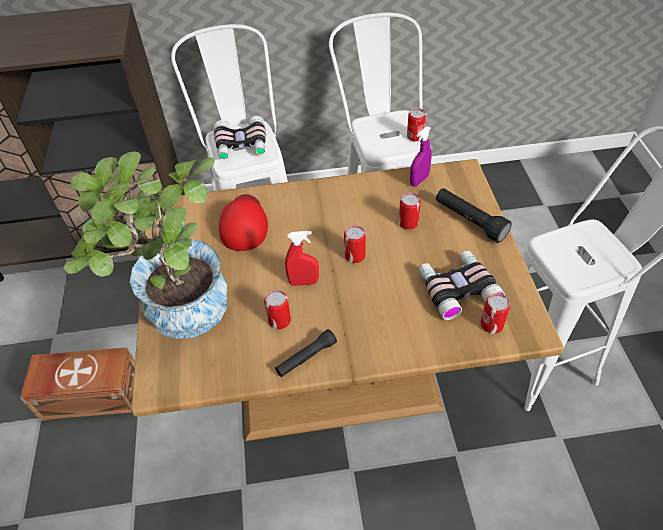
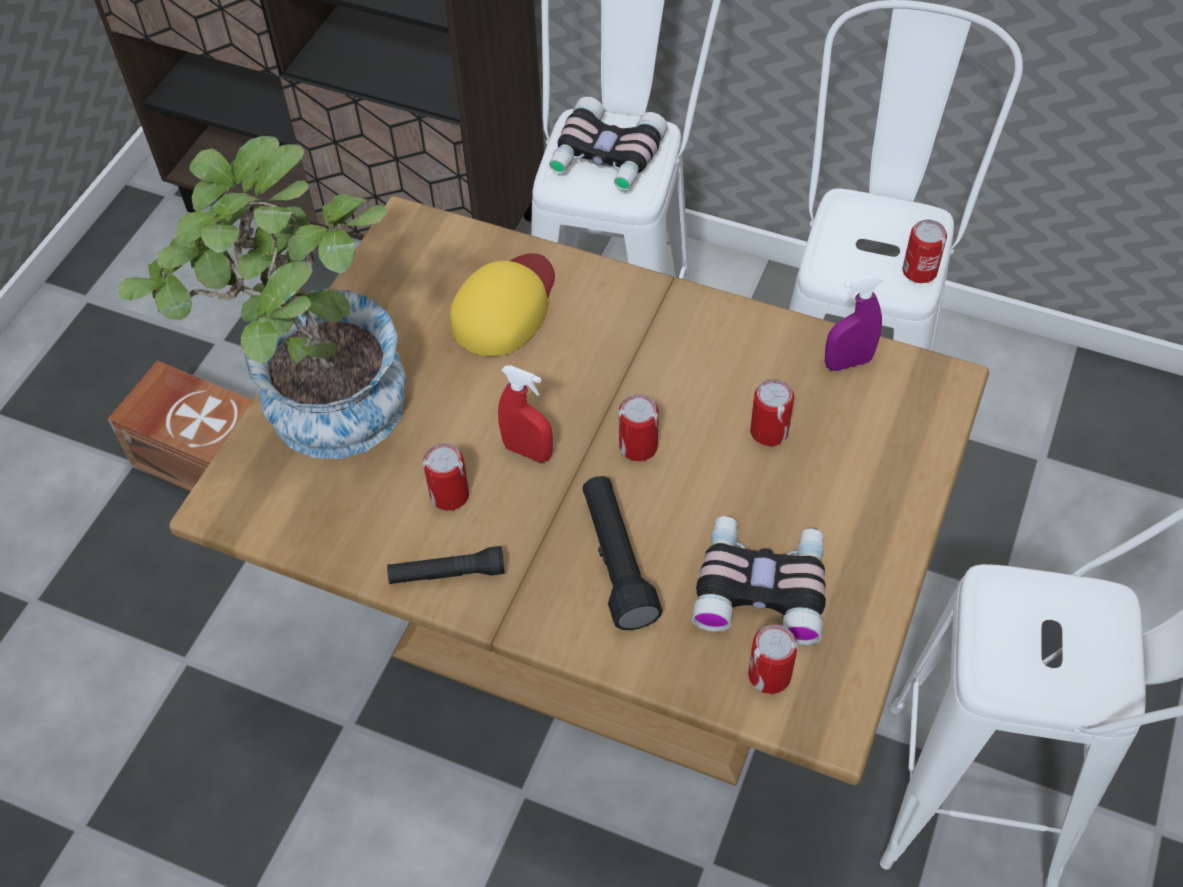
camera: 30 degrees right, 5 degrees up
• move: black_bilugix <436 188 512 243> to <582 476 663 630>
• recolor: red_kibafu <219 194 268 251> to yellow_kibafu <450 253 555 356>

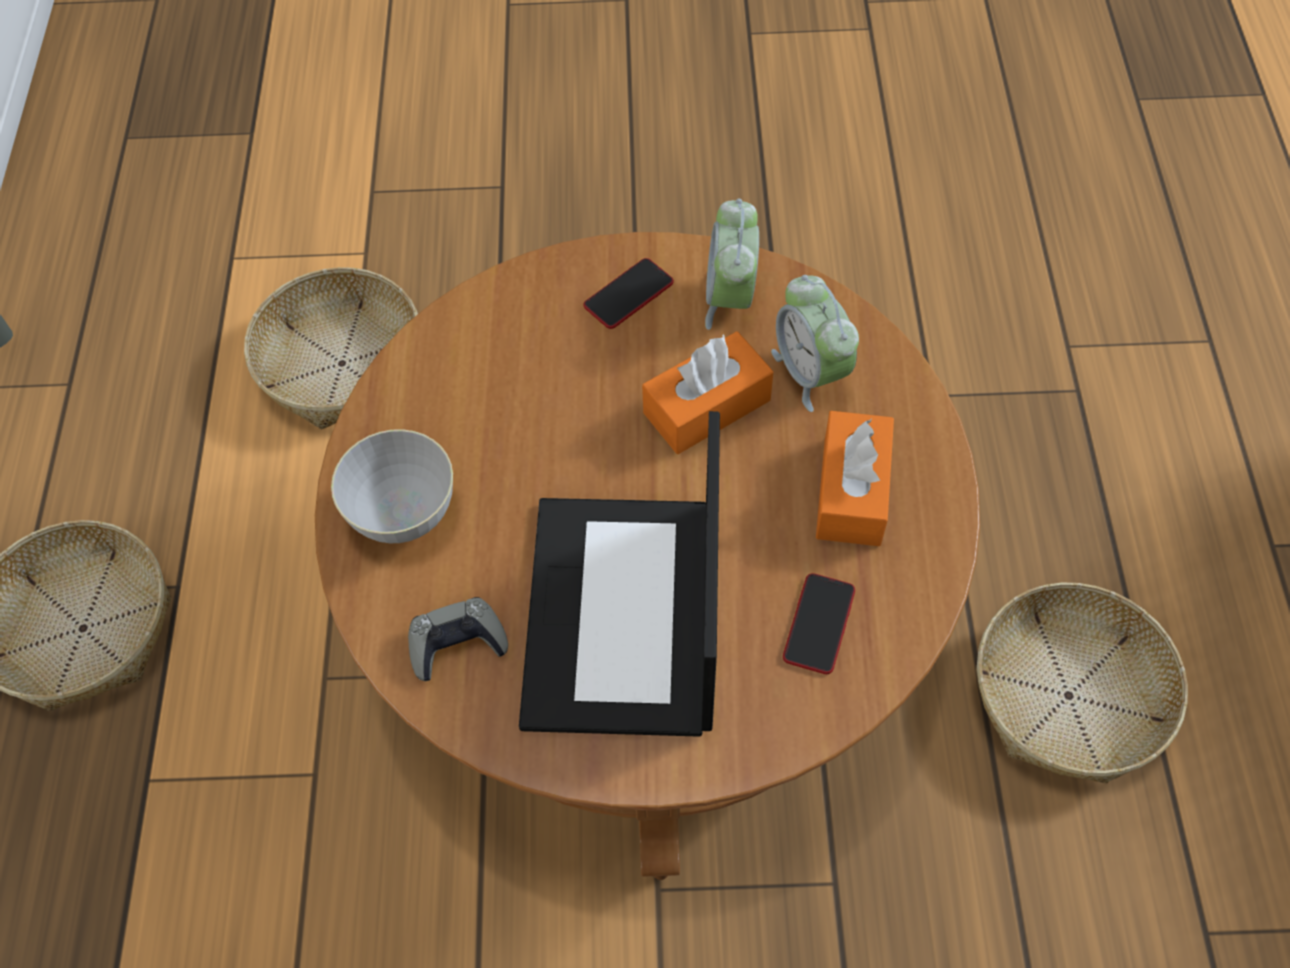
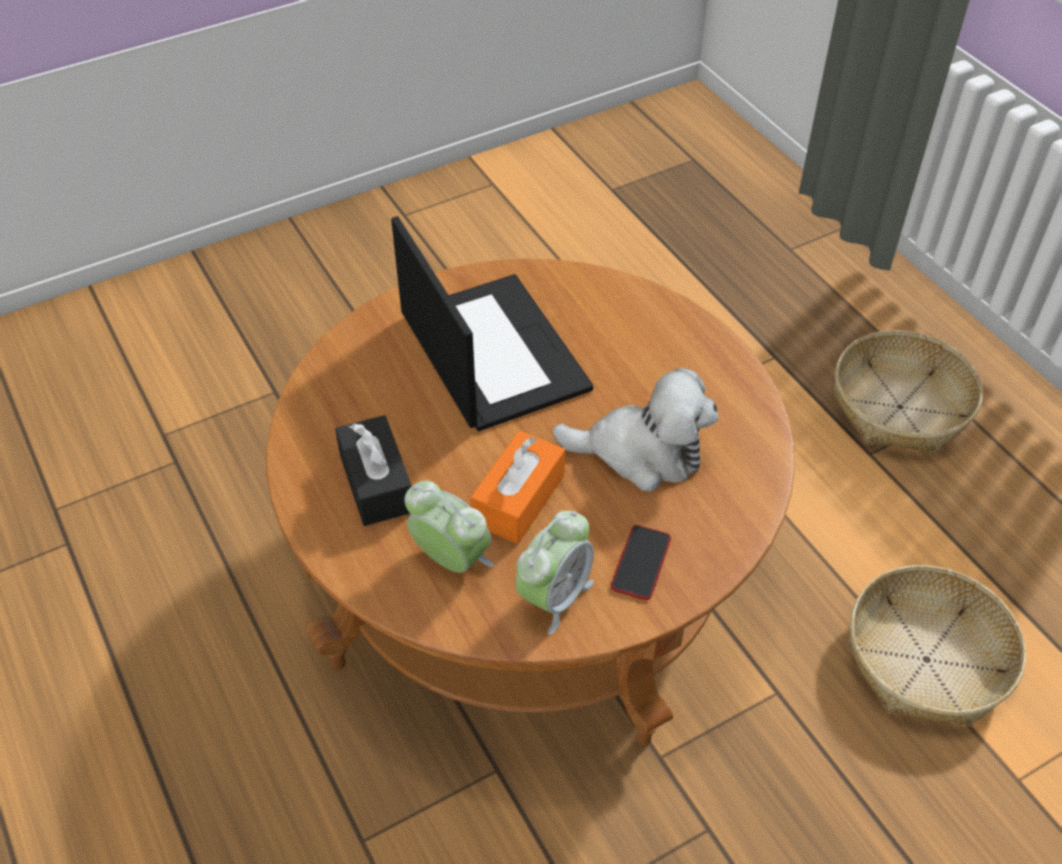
camera: 150 degrees right, 10 degrees down
• delete: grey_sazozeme <331 429 453 543>
• delete: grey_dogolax <408 597 508 681>
• delete: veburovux <783 573 855 674>
• delete: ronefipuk <976 583 1188 783>
• insert: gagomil <552 368 718 492>
• recolor: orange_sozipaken <816 411 894 546> to black_sozipaken <335 415 412 526>
• rotate: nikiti <705 199 759 330> = <516 511 594 635> 60 degrees clockwise

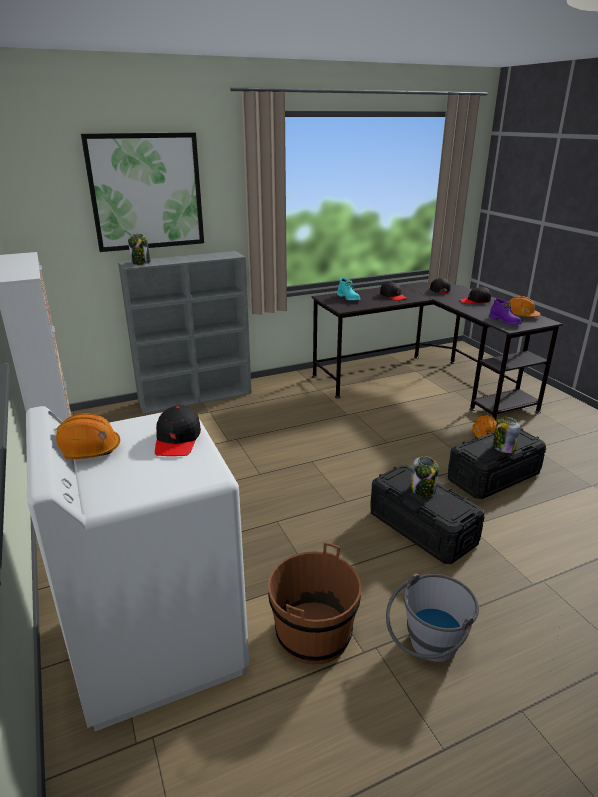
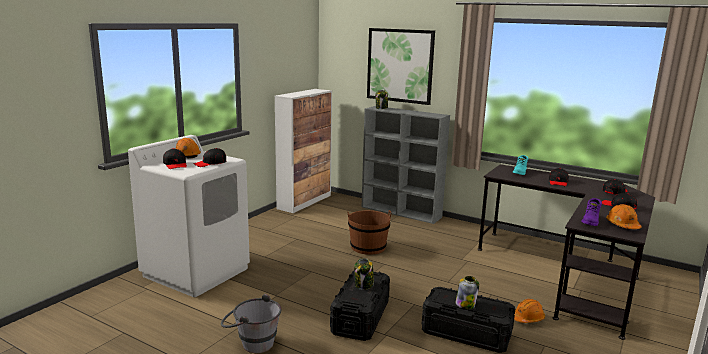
camera: 55 degrees right, 10 degrees down
• insert: black_kibafu <163 148 187 169>
• move: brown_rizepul <268 542 361 664> to <348 210 391 255>

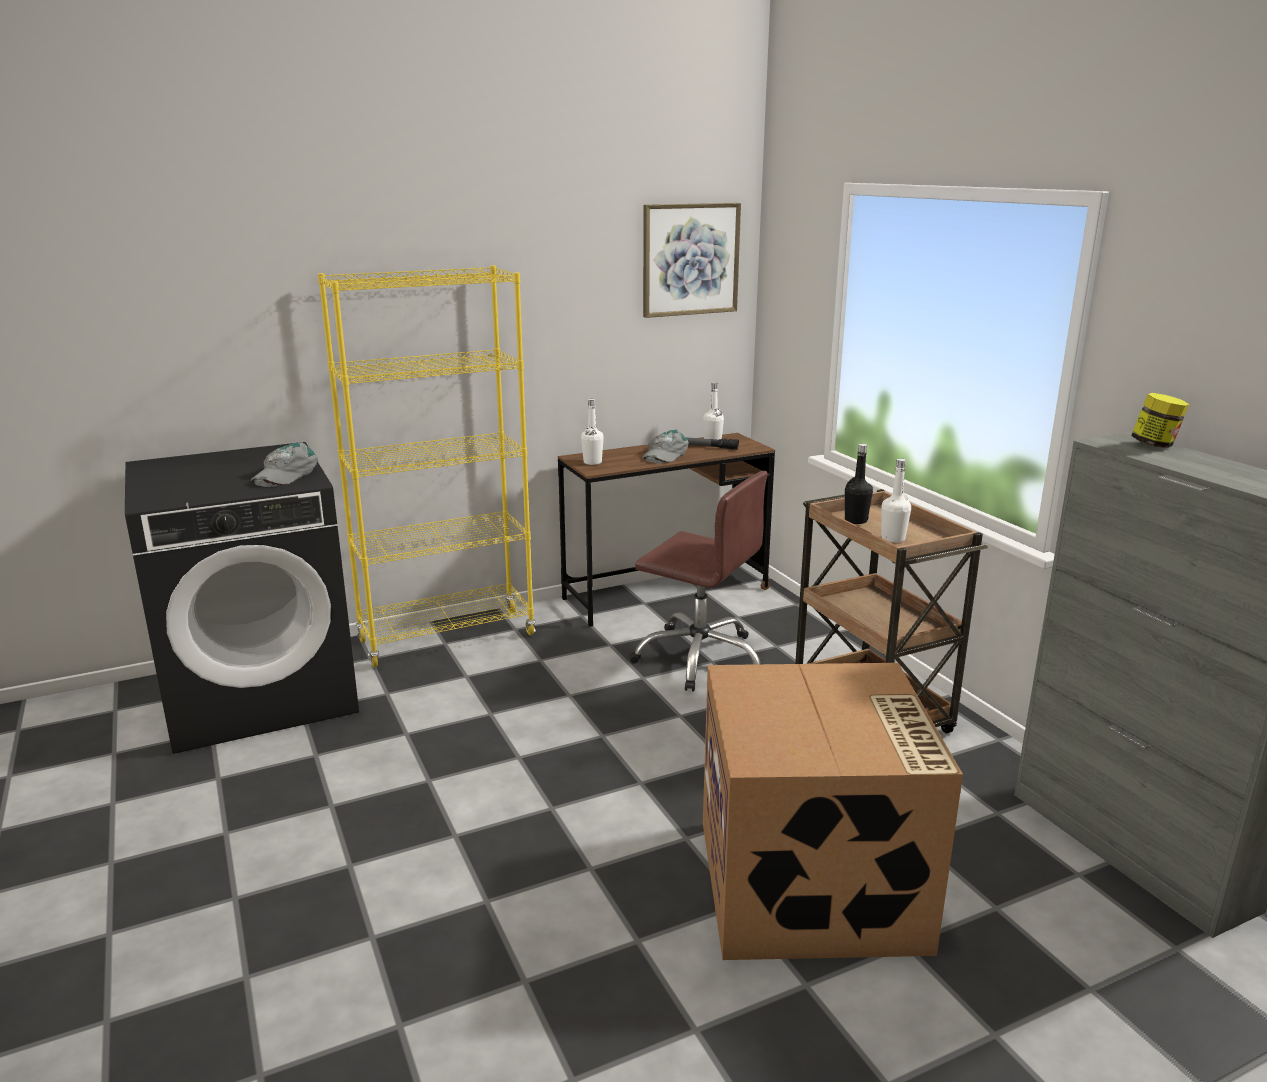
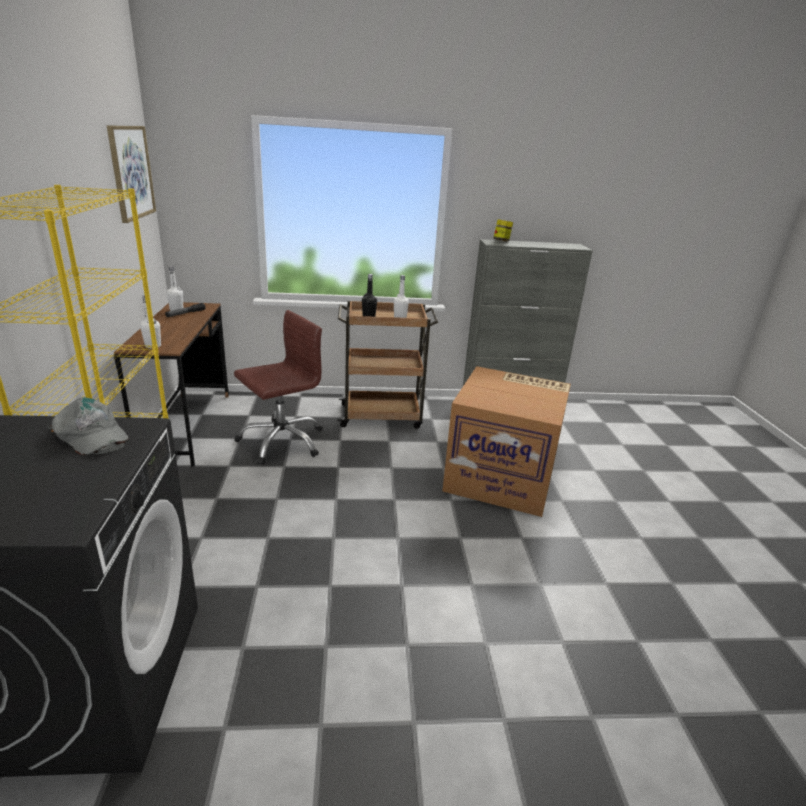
camera: 70 degrees left, 5 degrees up
• delete: grey_kibafu <642 430 689 463>

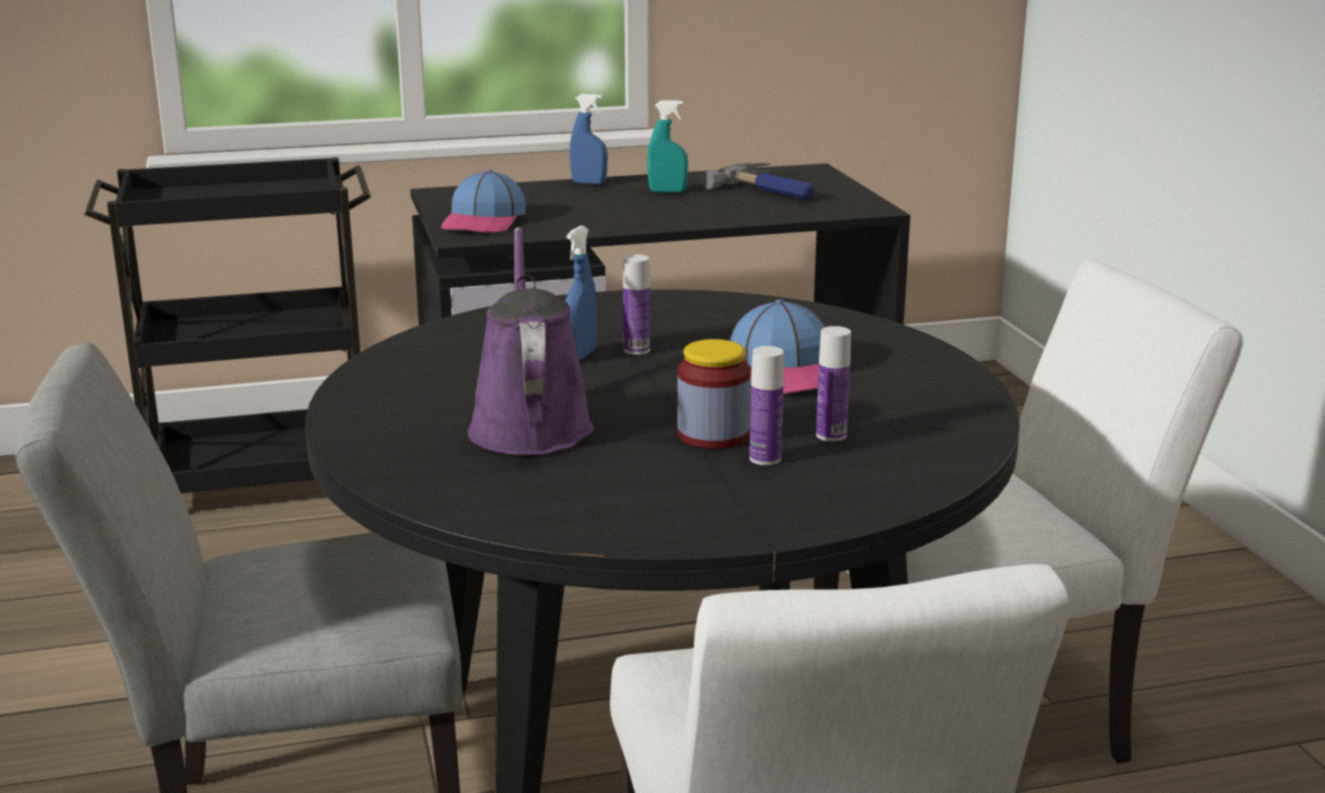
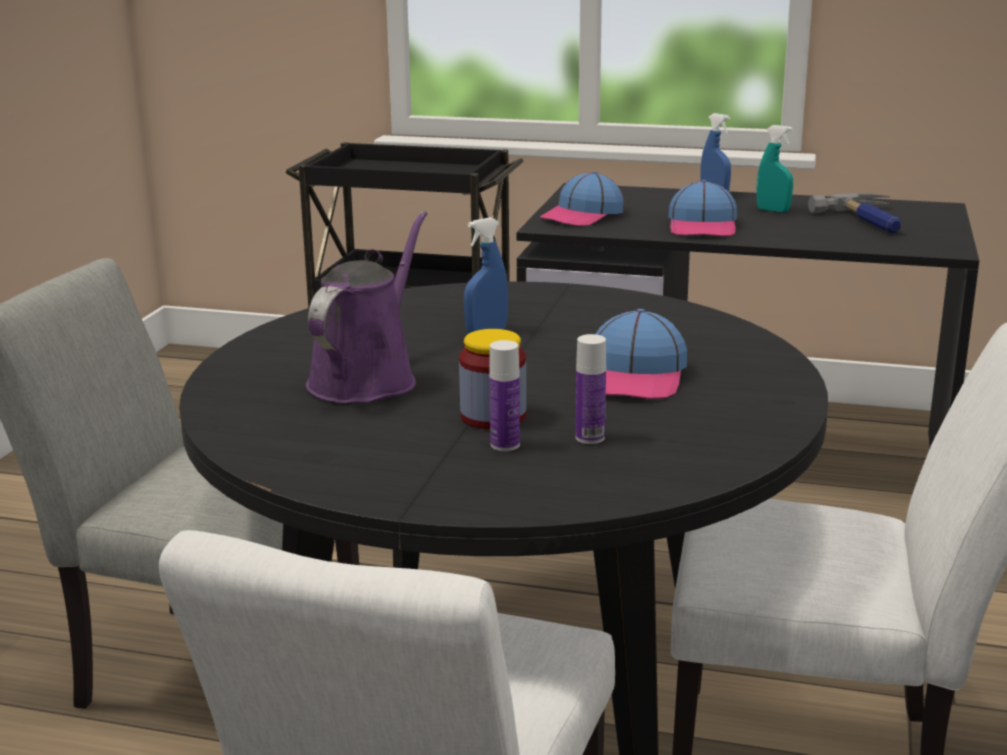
camera: 30 degrees right, 0 degrees up
• delete: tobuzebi <623 254 650 355>
• insert: kibafu <668 180 737 236>

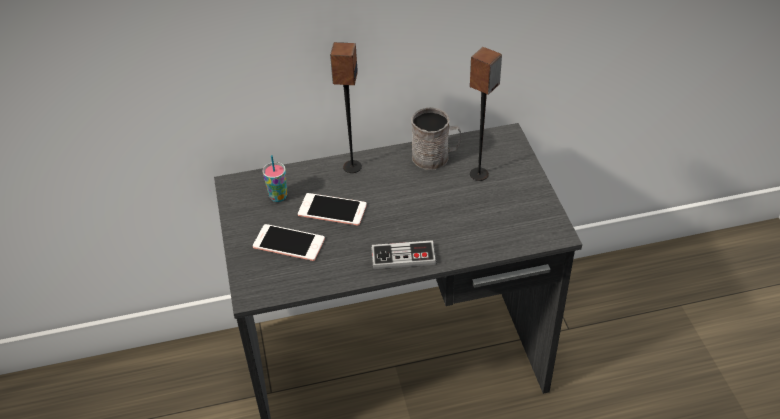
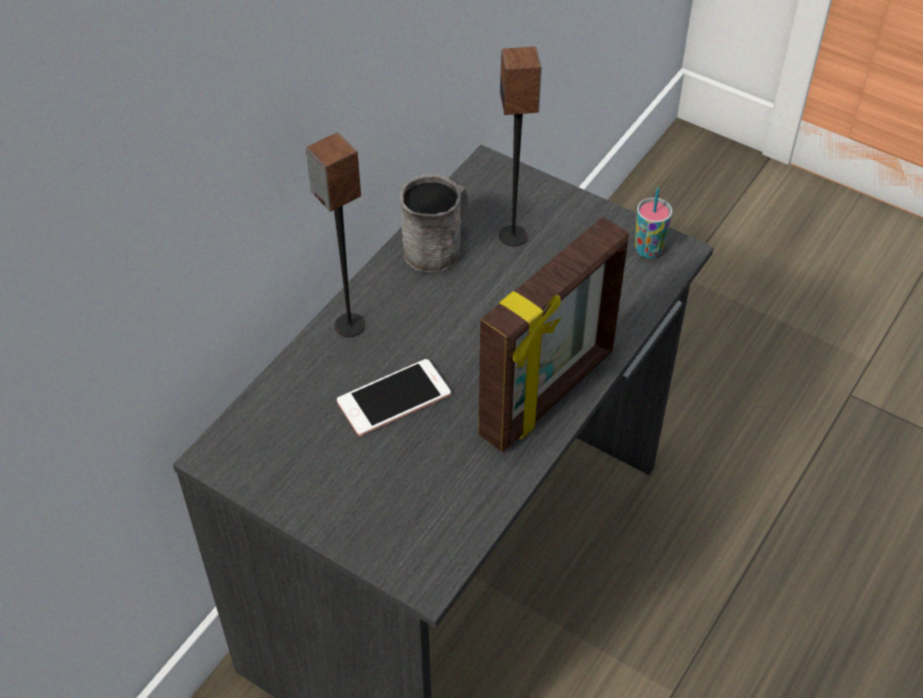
camera: 45 degrees left, 5 degrees up
• delete: veburovux <253 224 325 261>
• move: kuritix <262 155 287 202> to <635 188 672 258>
• replace: dogolax <371 240 436 269> to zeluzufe <478 217 629 452>

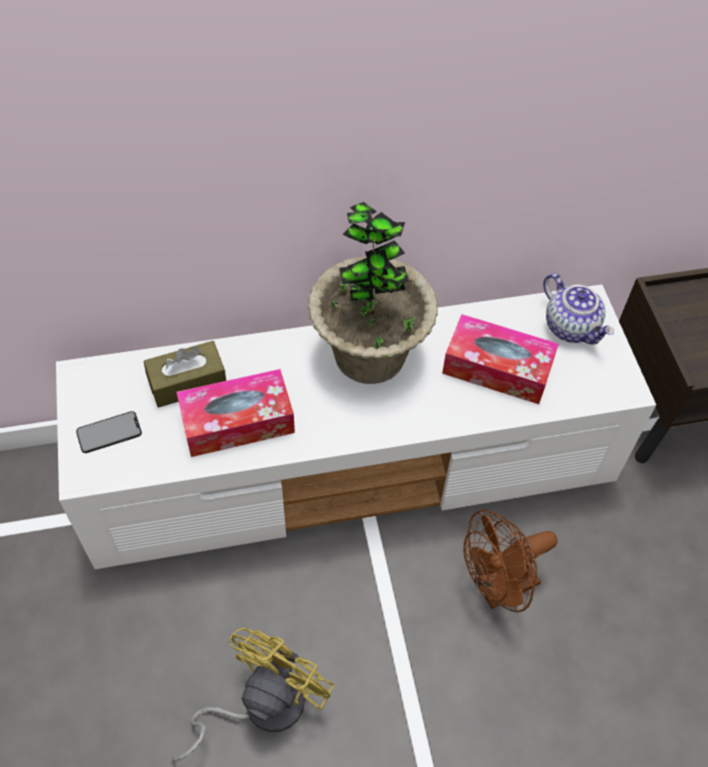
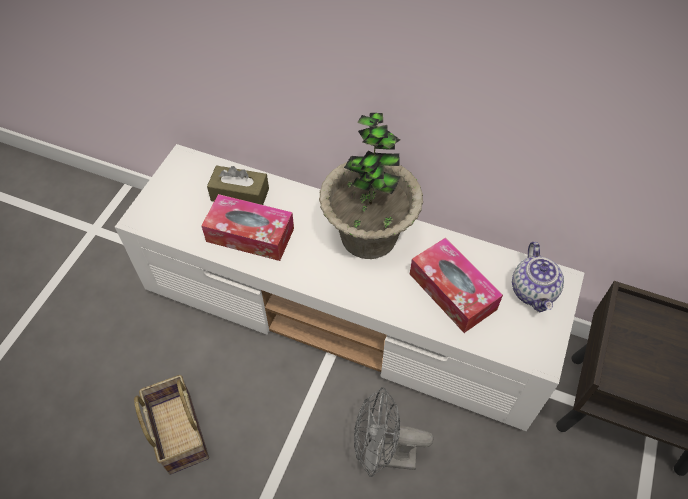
camera: 35 degrees right, 0 degrees up
• delete: veburovux <76 411 142 453>
• replace: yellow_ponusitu <172 628 335 762> to ronefipuk <134 375 209 475>
• recolor: brown_ponusitu <464 510 558 612> to grey_ponusitu <354 387 433 477>

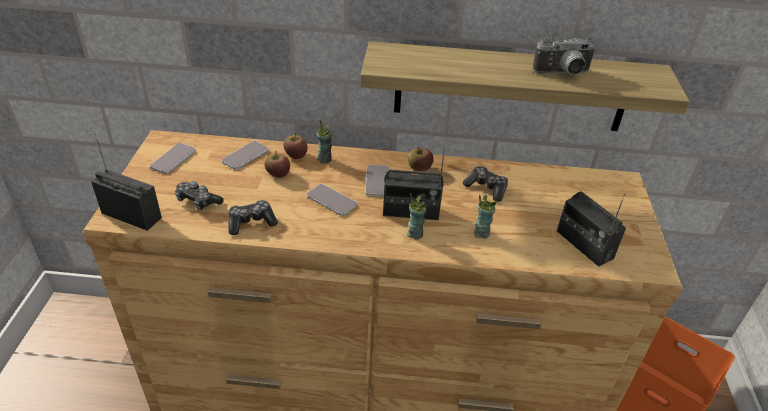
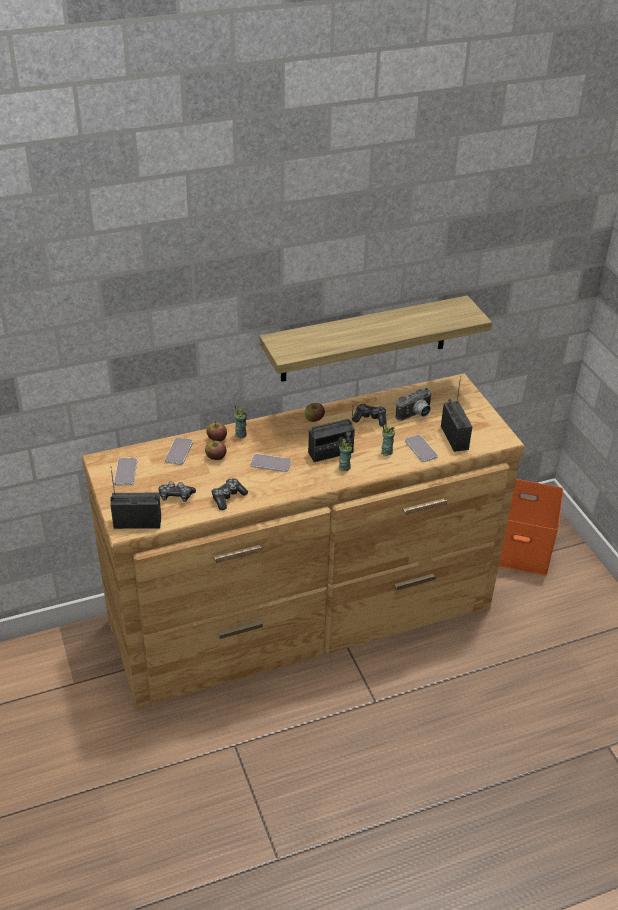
camera: 25 degrees left, 0 degrees up
• move: veburovux <365 165 389 196> to <405 435 438 462>
• move: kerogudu <532 37 596 75> to <396 388 431 421>
• rotate: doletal <557 192 626 267> = <441 376 472 452> 135 degrees counterclockwise

